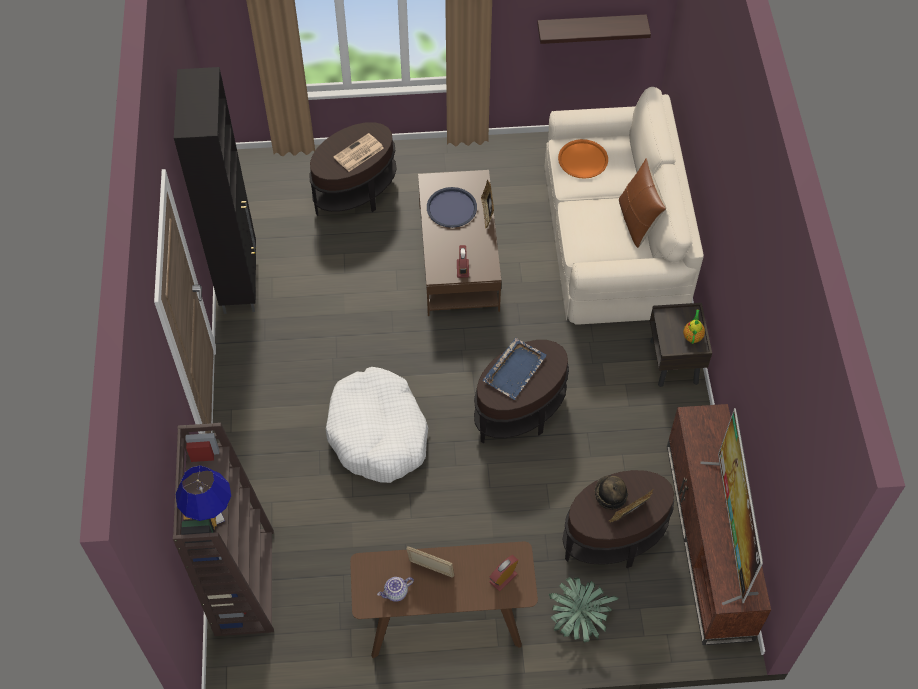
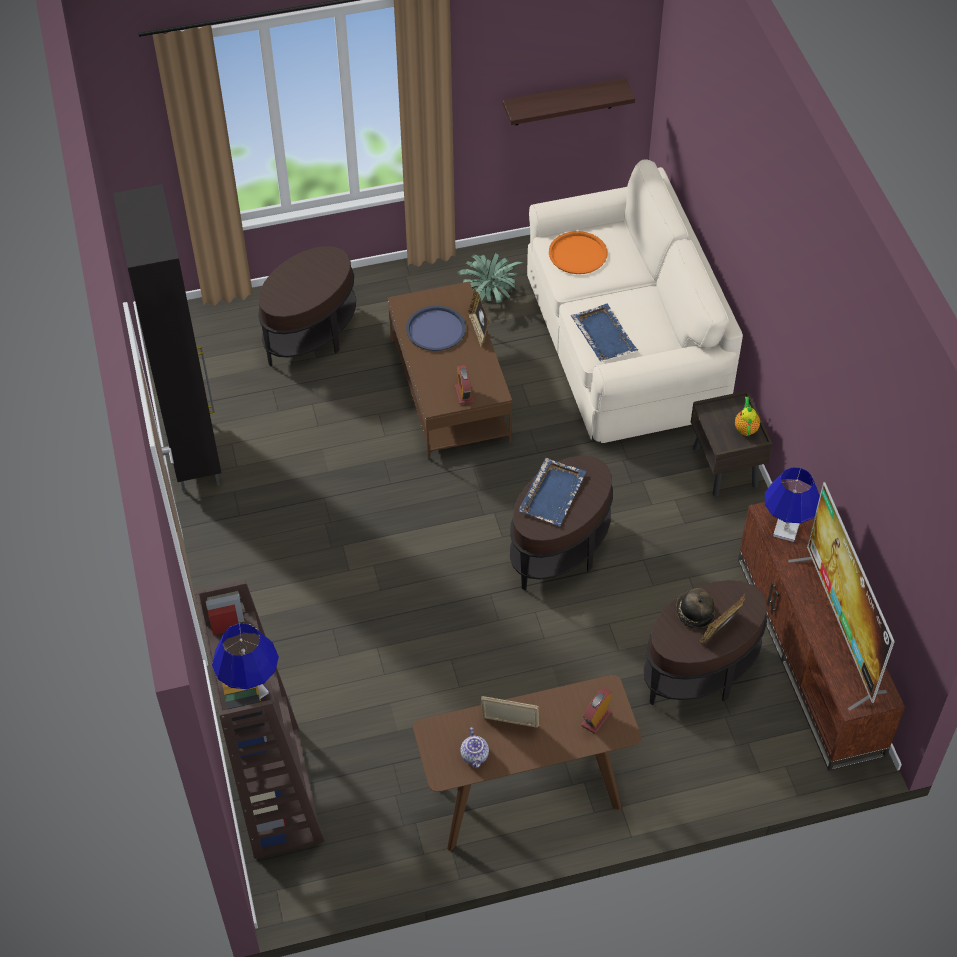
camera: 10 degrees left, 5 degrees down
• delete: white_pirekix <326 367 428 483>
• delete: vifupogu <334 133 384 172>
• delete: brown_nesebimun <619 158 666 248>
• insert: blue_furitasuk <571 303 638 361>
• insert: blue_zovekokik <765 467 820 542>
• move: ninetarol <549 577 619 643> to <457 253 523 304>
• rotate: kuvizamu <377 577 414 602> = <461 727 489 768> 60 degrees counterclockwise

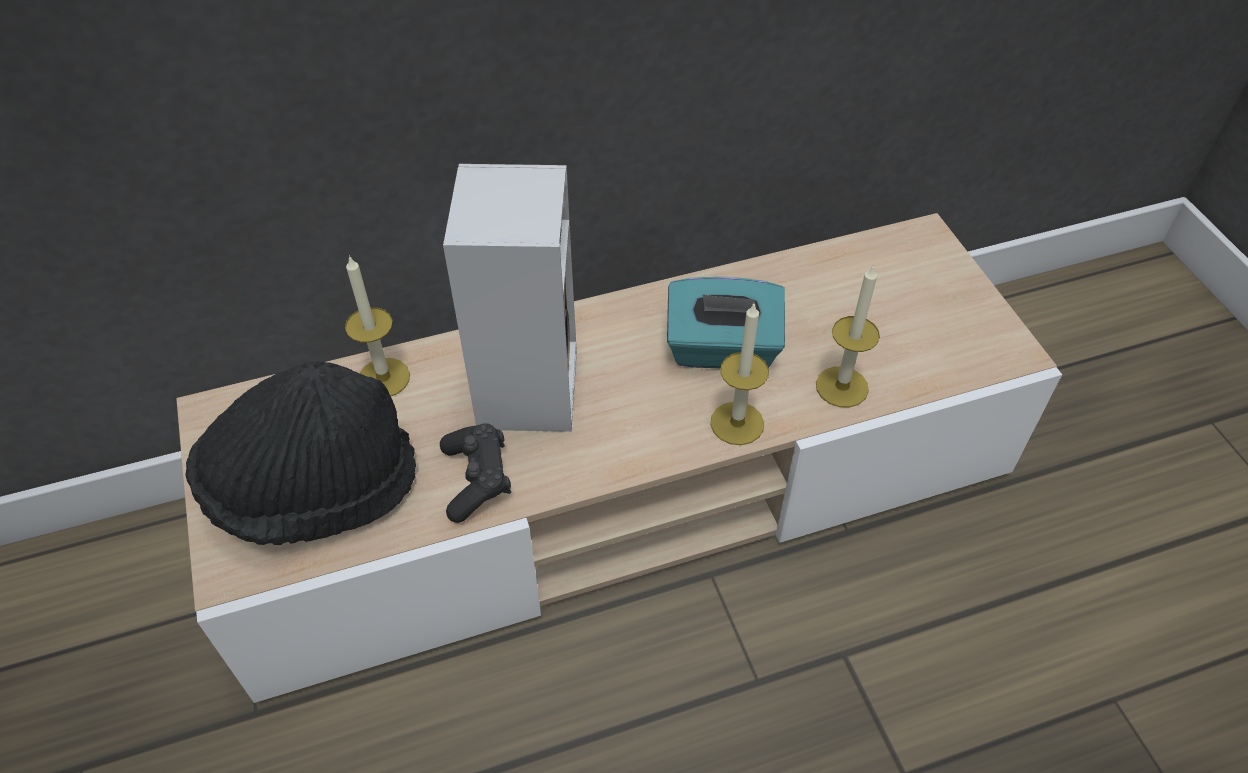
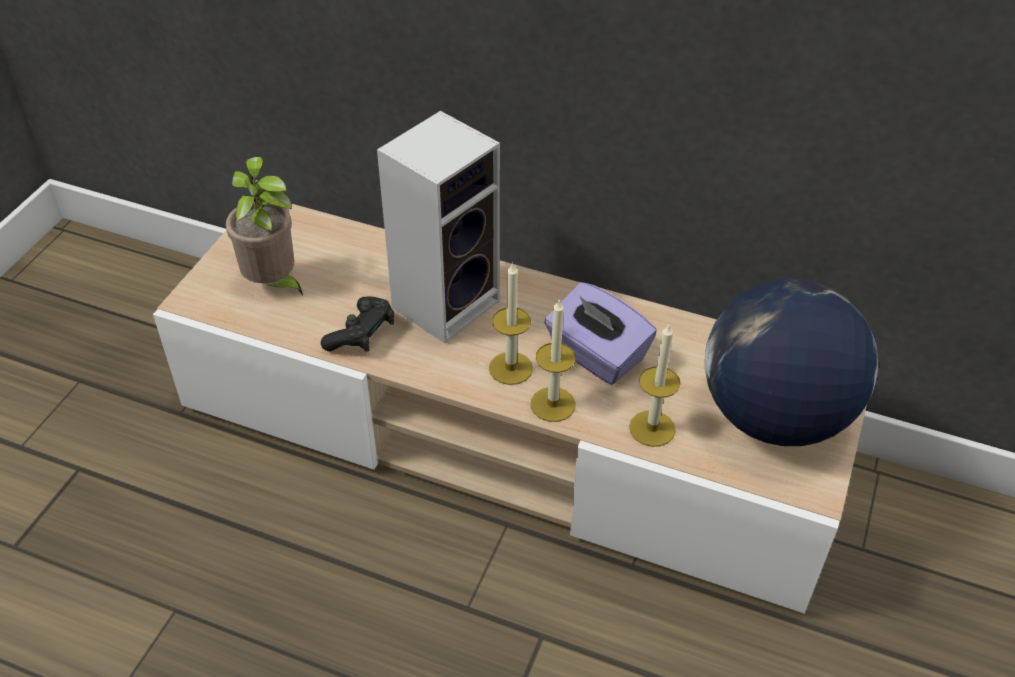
camera: 40 degrees right, 5 degrees down
• insert: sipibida <705 279 878 446>
• move: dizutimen <345 255 410 396> to <489 262 533 385>
• replace: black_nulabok <185 361 416 545> to ninetarol <226 157 303 296>
• recolor: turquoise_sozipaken <667 277 785 369> to purple_sozipaken <544 282 657 385>

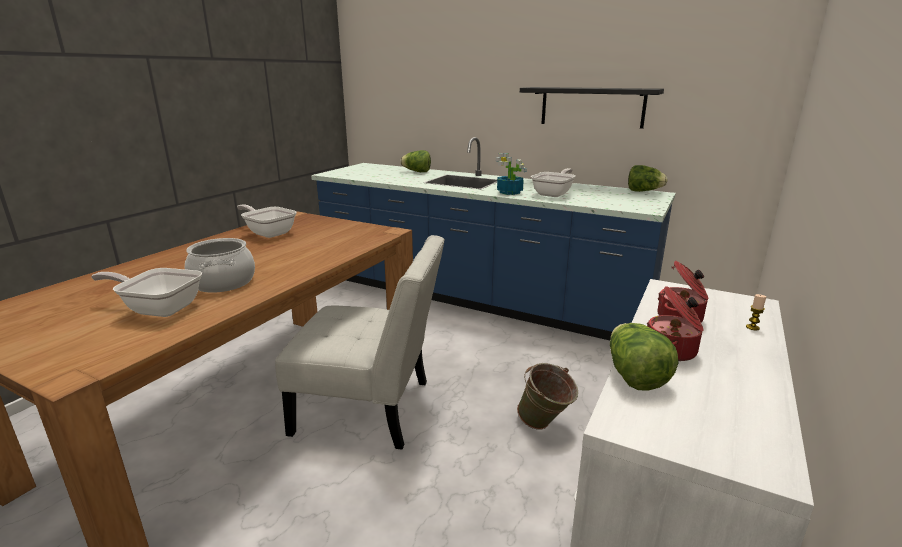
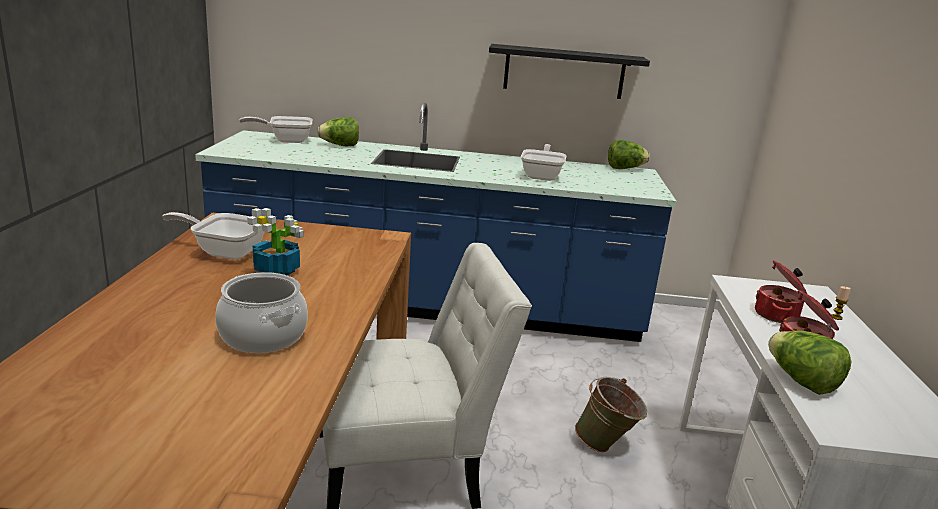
camera: 25 degrees left, 0 degrees up
• move: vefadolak <91 268 202 317> to <239 116 312 143>
• move: ninetarol <496 153 527 195> to <247 208 304 275>

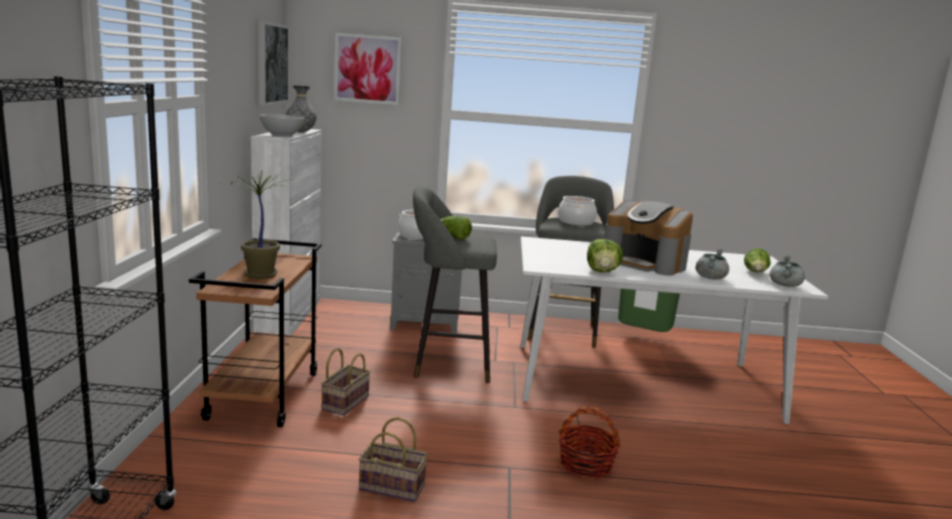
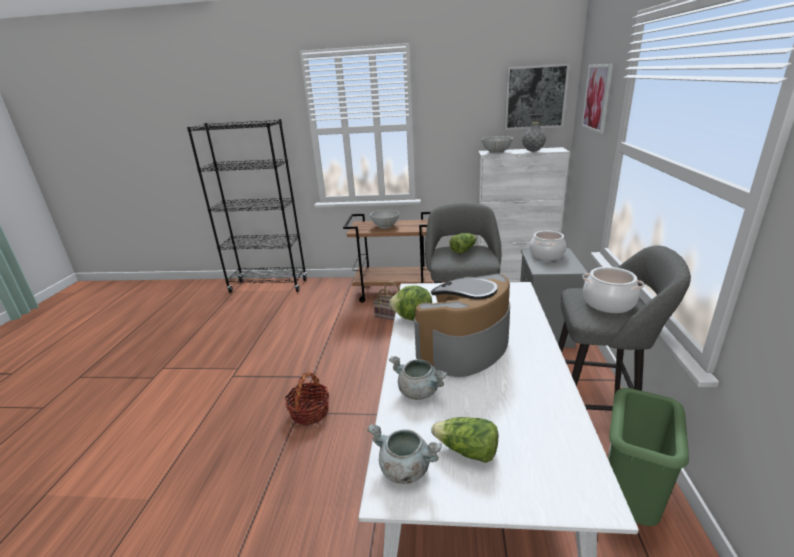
camera: 95 degrees right, 10 degrees up
• delete: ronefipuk <359 417 428 502>
• replace: ninetarol <218 171 294 279> to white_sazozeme <370 210 399 228>

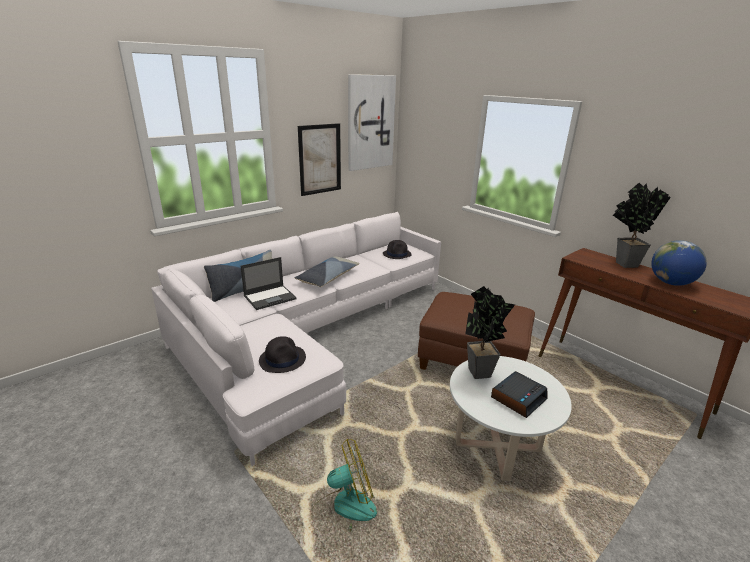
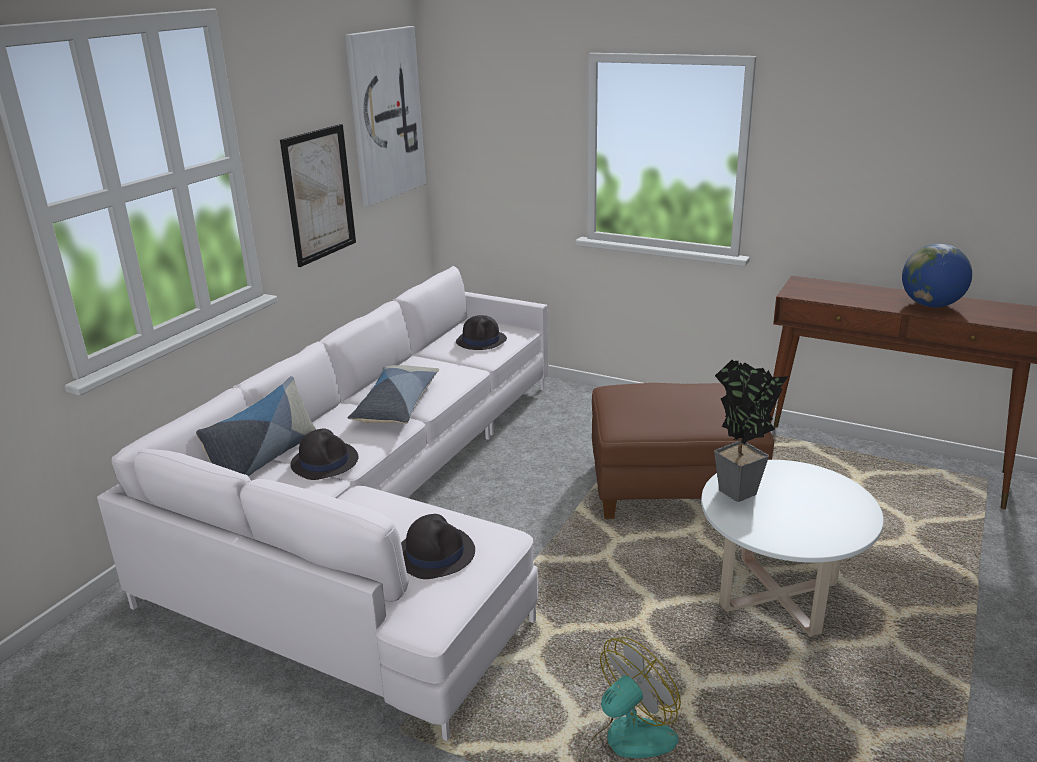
camera: 20 degrees left, 0 degrees up
• delete: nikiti <491 371 547 418>
• delete: ninetarol <613 183 671 268>
• replace: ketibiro <240 257 297 310> to black_nulabok <290 429 359 480>

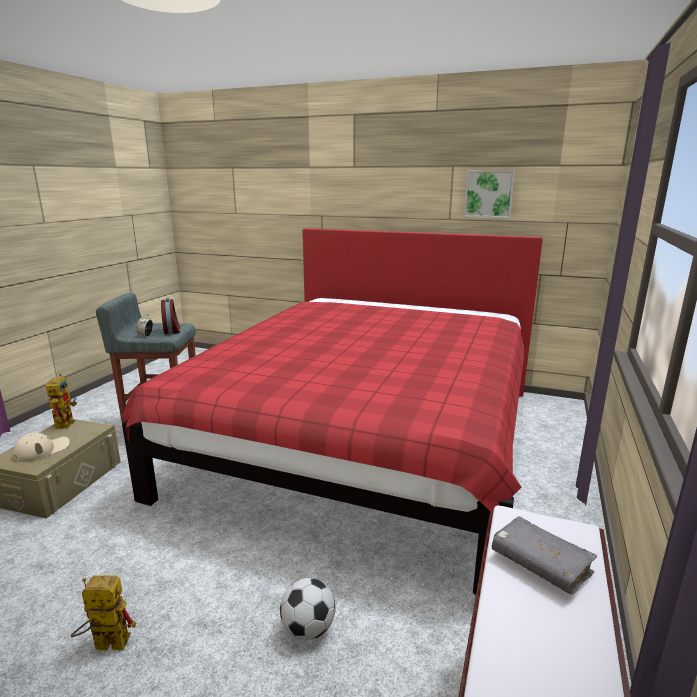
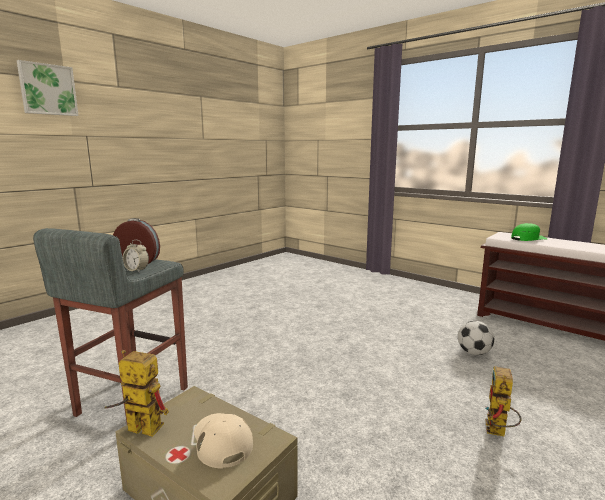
camera: 70 degrees left, 5 degrees down
• delete: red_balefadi <122 228 543 595>
• move: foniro <464 170 515 218> to <17 60 79 116>
• replace: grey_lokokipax <492 516 597 595> to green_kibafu <511 223 547 241>

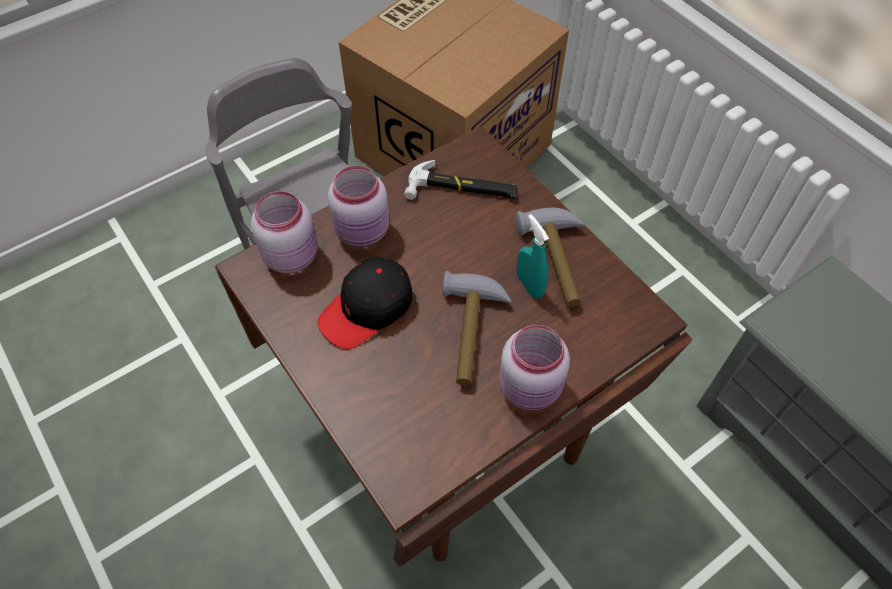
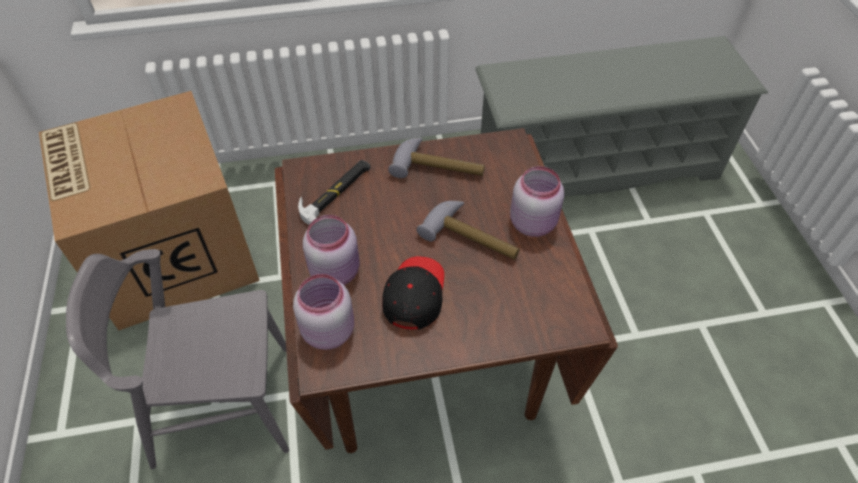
camera: 65 degrees left, 5 degrees down
• delete: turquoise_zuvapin <517 214 549 299>
• rotate: black_kibafu <317 256 412 350> = <382 256 444 330> 150 degrees counterclockwise

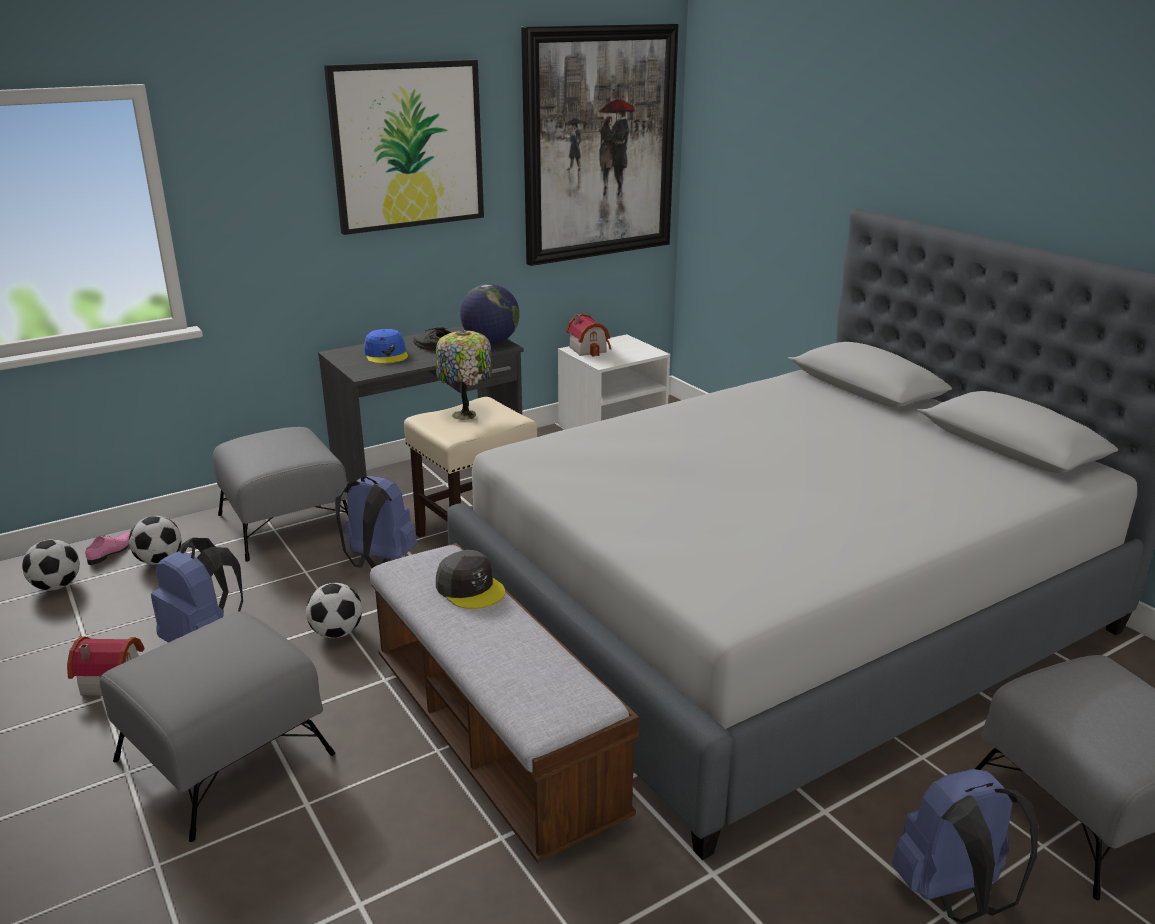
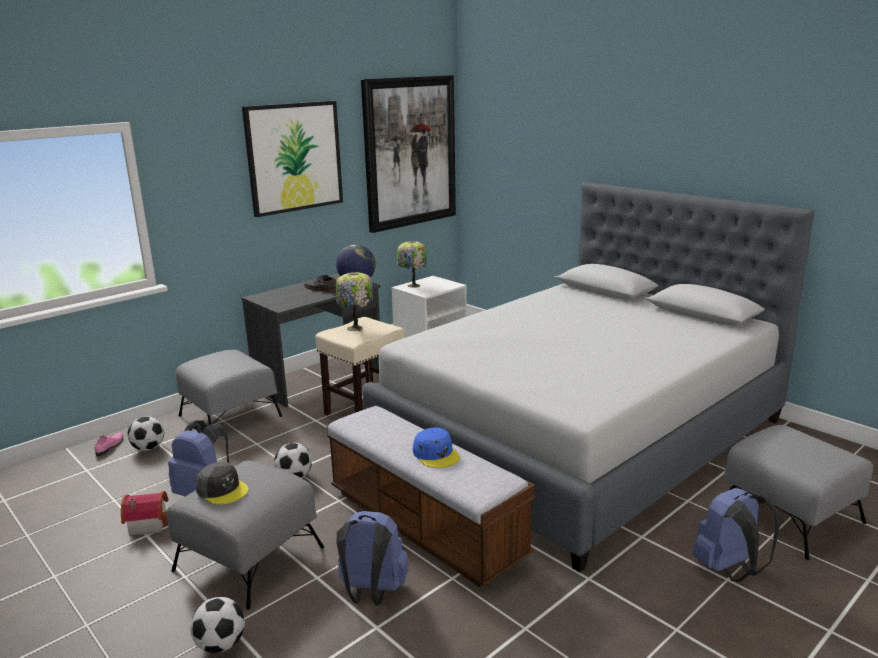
camera: 10 degrees left, 5 degrees down
• move: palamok <22 539 80 590> to <190 597 245 653>
• move: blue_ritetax <335 476 417 568> to <336 511 409 606>
• move: blue_kibafu <364 329 408 364> to <413 427 460 468>
• move: grey_kibafu <436 550 505 609> to <196 462 248 505>
• replace: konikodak <566 314 611 357> to zovekokik <397 241 426 288>

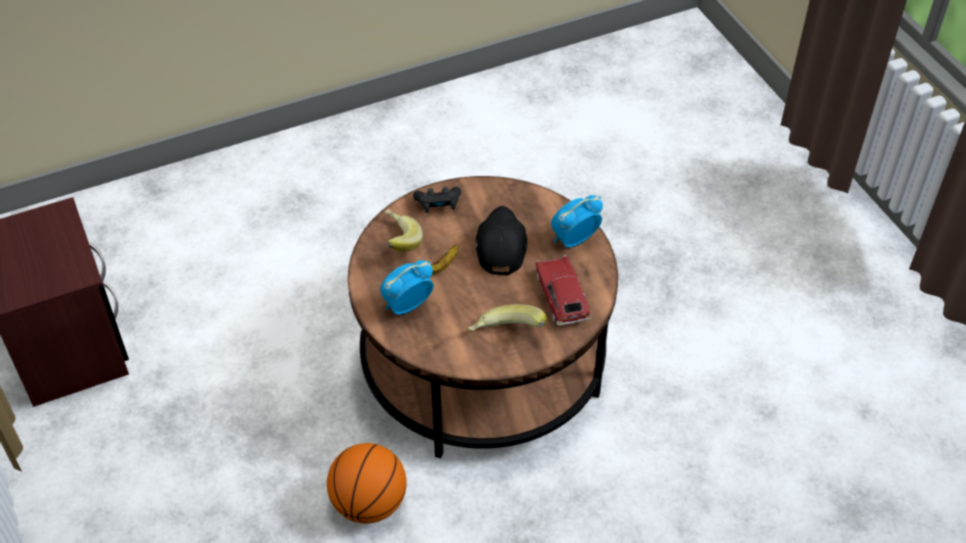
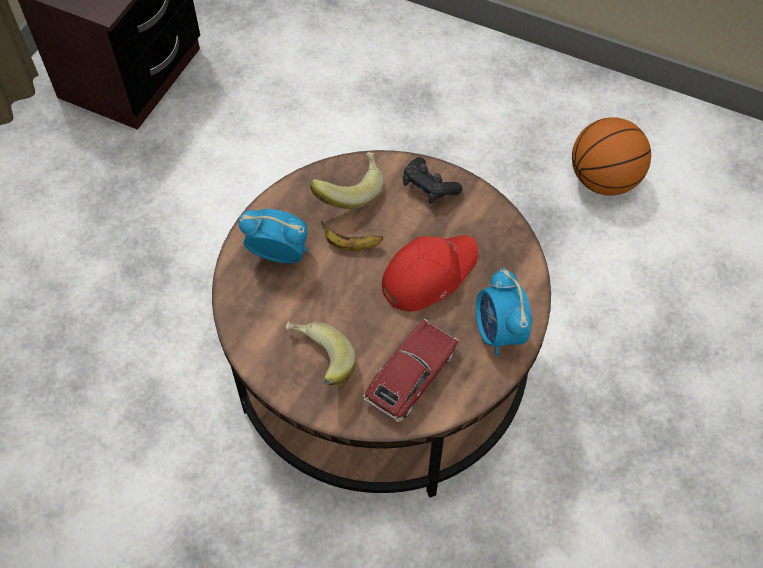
camera: 50 degrees right, 10 degrees up
• move: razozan <327 443 407 524> to <572 117 651 196>
• recolor: black_kibafu <476 206 527 276> to red_kibafu <382 235 478 312>
• rotate: nikiti <551 195 603 248> = <476 267 532 356> 120 degrees counterclockwise

